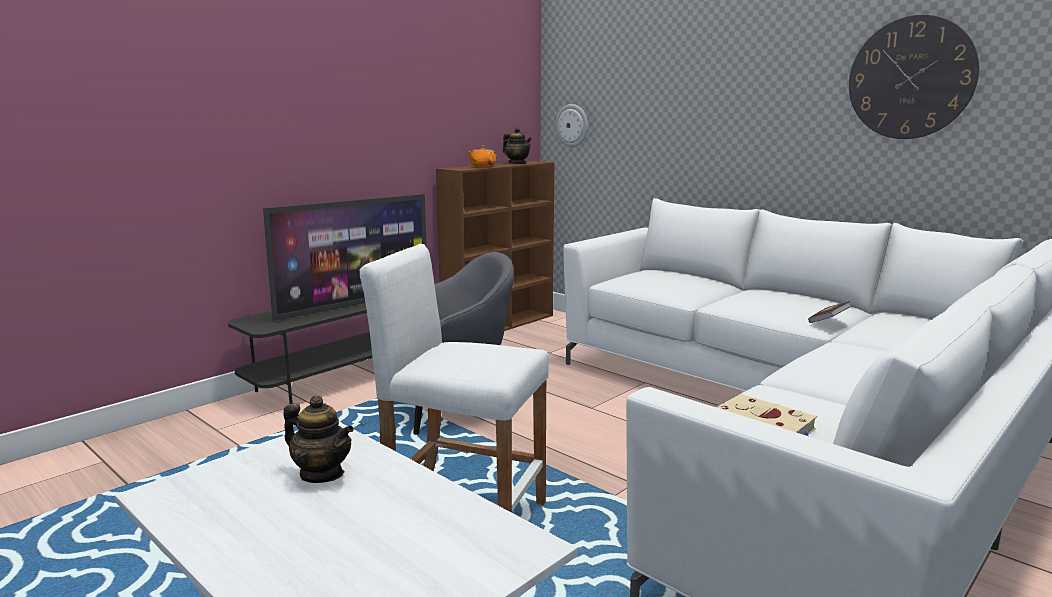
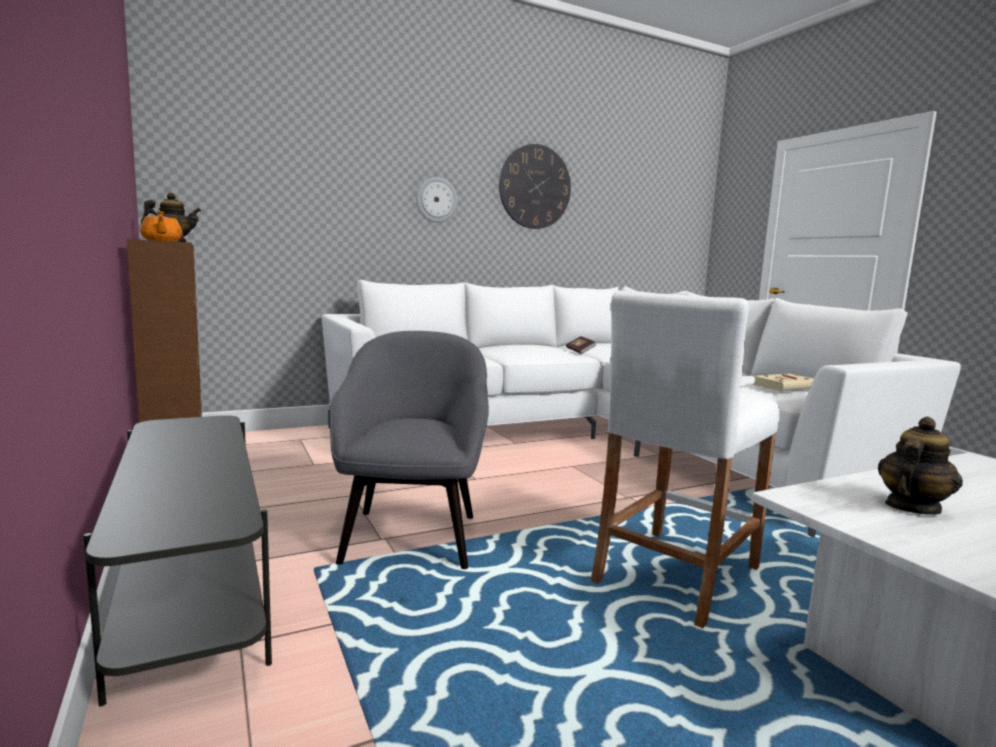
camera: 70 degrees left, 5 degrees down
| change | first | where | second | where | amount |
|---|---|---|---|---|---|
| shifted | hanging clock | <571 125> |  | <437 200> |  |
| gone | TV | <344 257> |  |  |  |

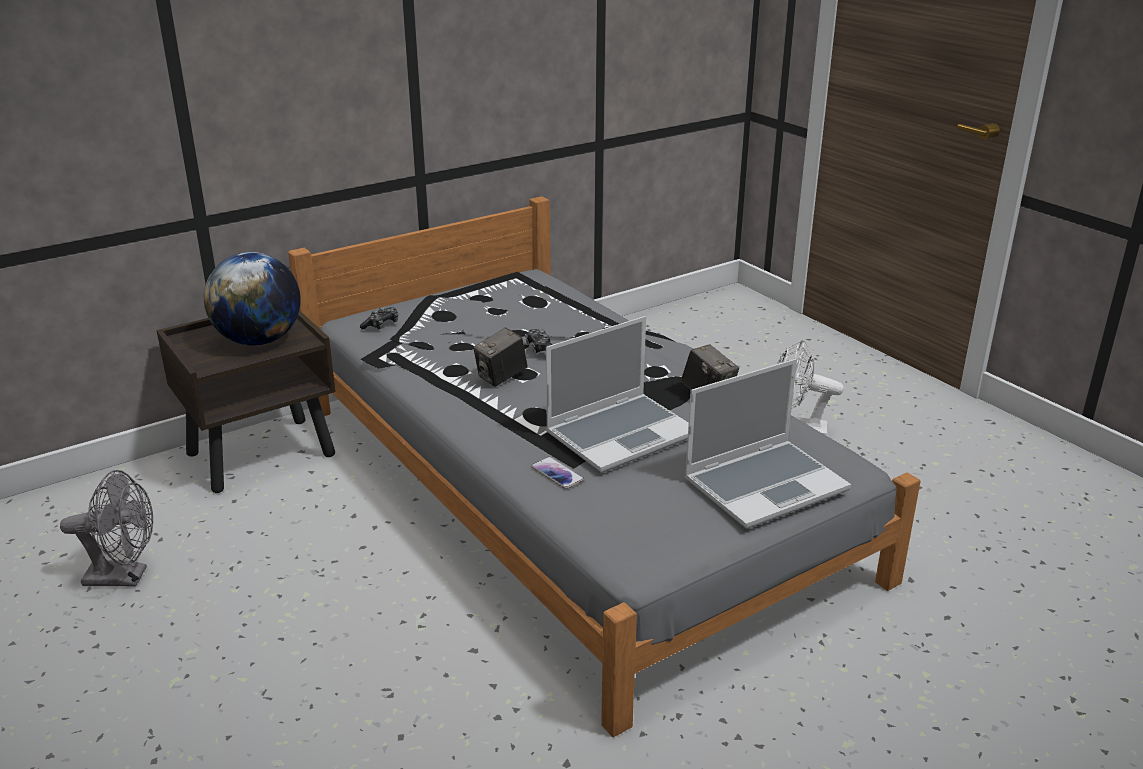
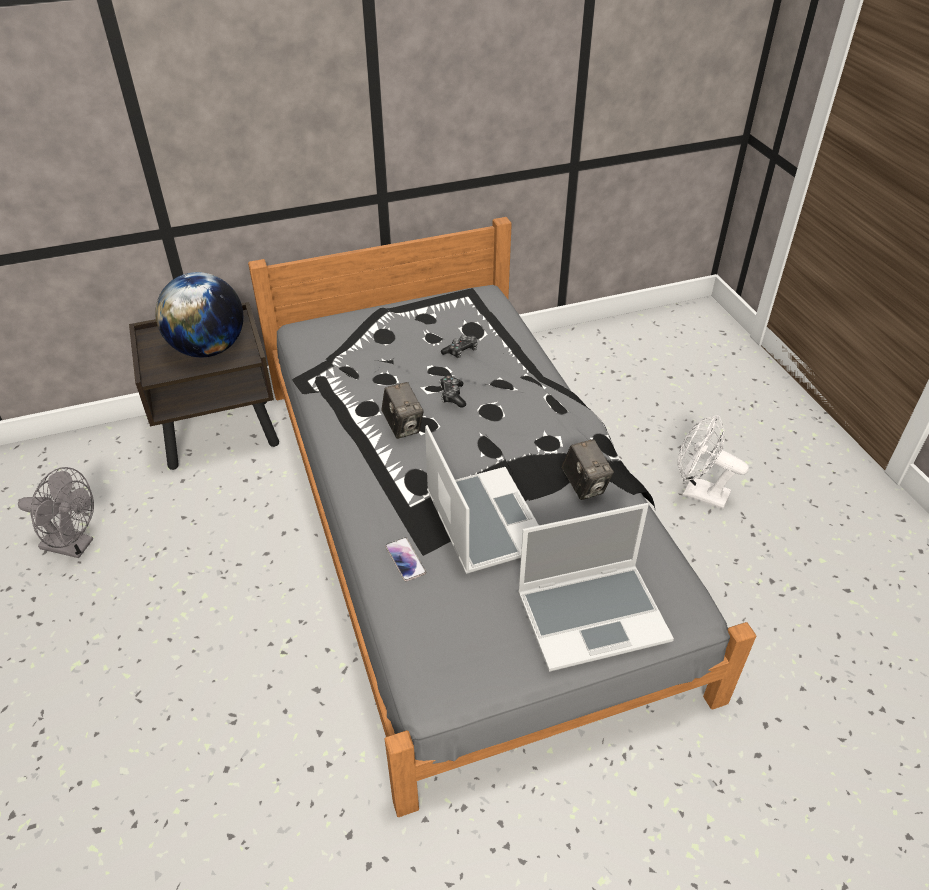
camera: 15 degrees right, 15 degrees up
| change | first | where | second | where | amount |
|---|---|---|---|---|---|
| rotated | still camera | <500 357> |  | <402 410> | 90 degrees counterclockwise |
| rotated | laptop | <617 394> |  | <482 499> | 90 degrees counterclockwise |
| shifted | joypad | <379 318> |  | <459 346> |  |

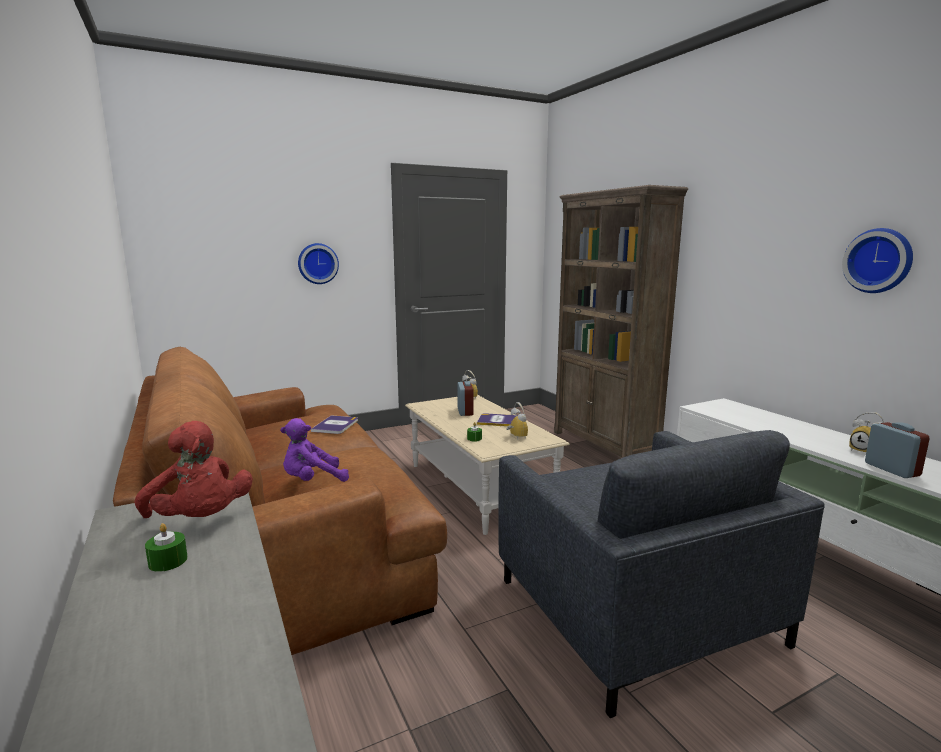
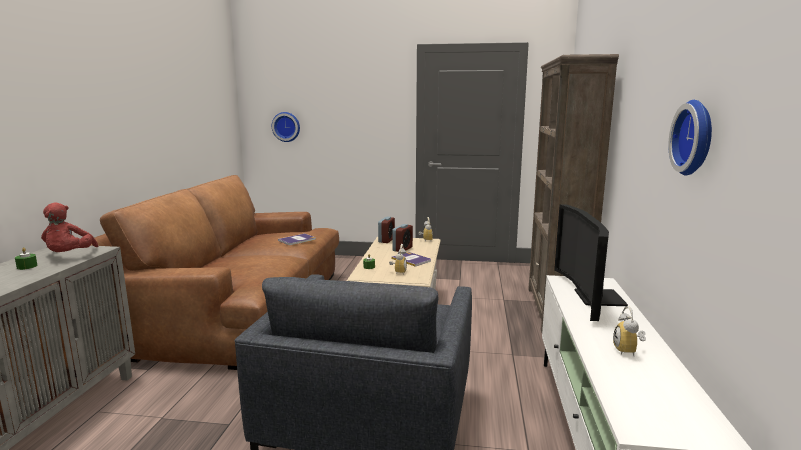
camera: 35 degrees right, 0 degrees up
| change | first | where | second | where | amount |
|---|---|---|---|---|---|
| shifted | hanging clock | <318 263> |  | <286 127> |  |
| shifted | bedside clock | <897 450> |  | <386 230> |  |
| new |  |  | TV | <591 262> |  |
| gone | plush toy/purple | <314 450> |  |  |  |

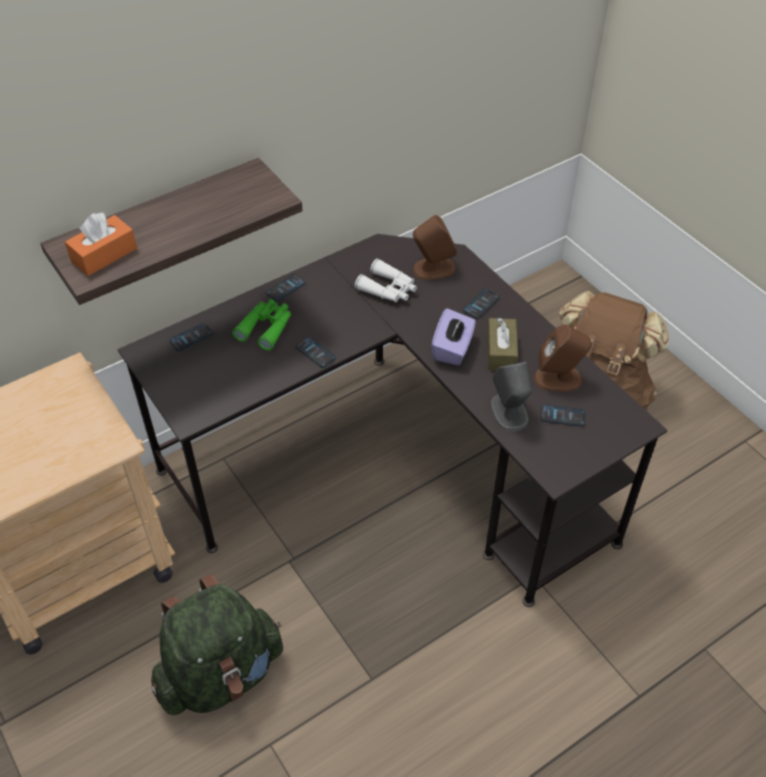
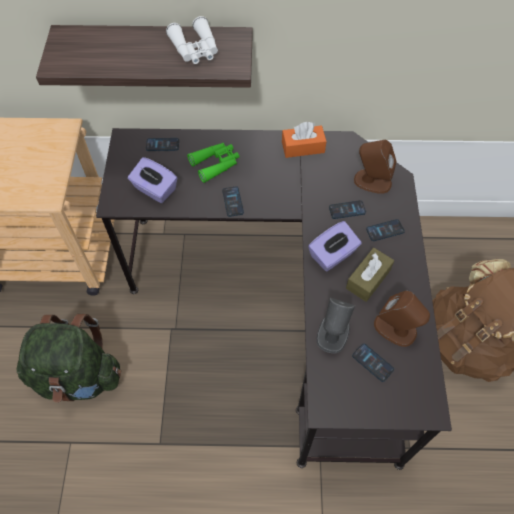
camera: 35 degrees right, 10 degrees up
| change | first | where | second | where | amount |
|---|---|---|---|---|---|
| new |  |  | tissue holder/purple | <153 180> |  |
| shifted | pair of binoculars/white | <386 280> |  | <192 40> |  |
| shifted | tissue holder/orange | <101 244> |  | <304 140> |  |
| shifted | telephone | <285 288> |  | <347 209> |  |

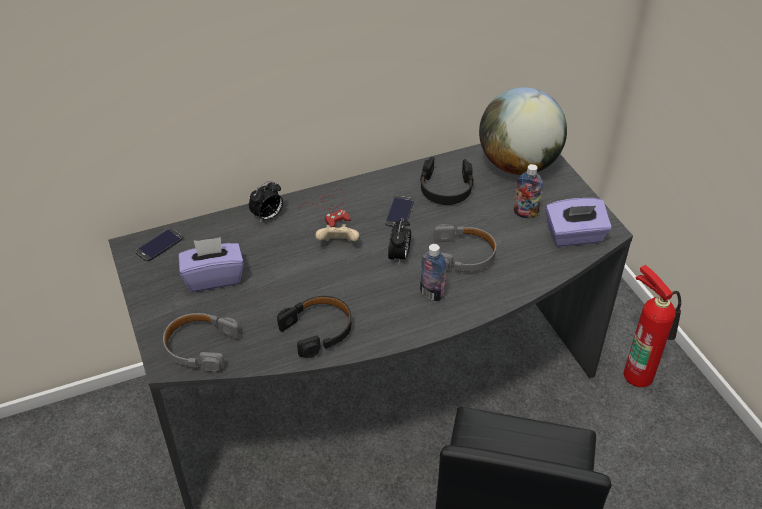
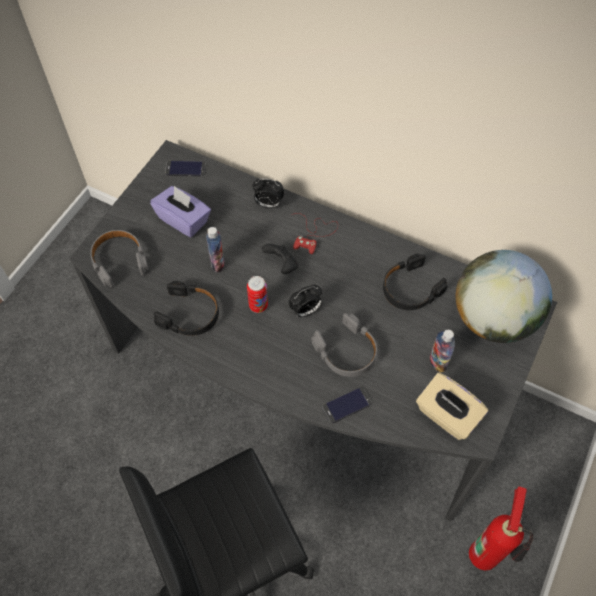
camera: 50 degrees right, 15 degrees up
| change | first | where | second | where | amount |
|---|---|---|---|---|---|
| shifted | drink bottle | <433 272> |  | <215 249> |  |
| new |  |  | metal can | <257 294> |  |
| repainted | joypad/beige-coloured | <337 233> | joypad/black | <280 259> |  |
| shifted | telephone | <399 212> |  | <346 405> |  |
| repainted | tissue holder/purple | <579 222> | tissue holder/beige-coloured | <452 406> |  |

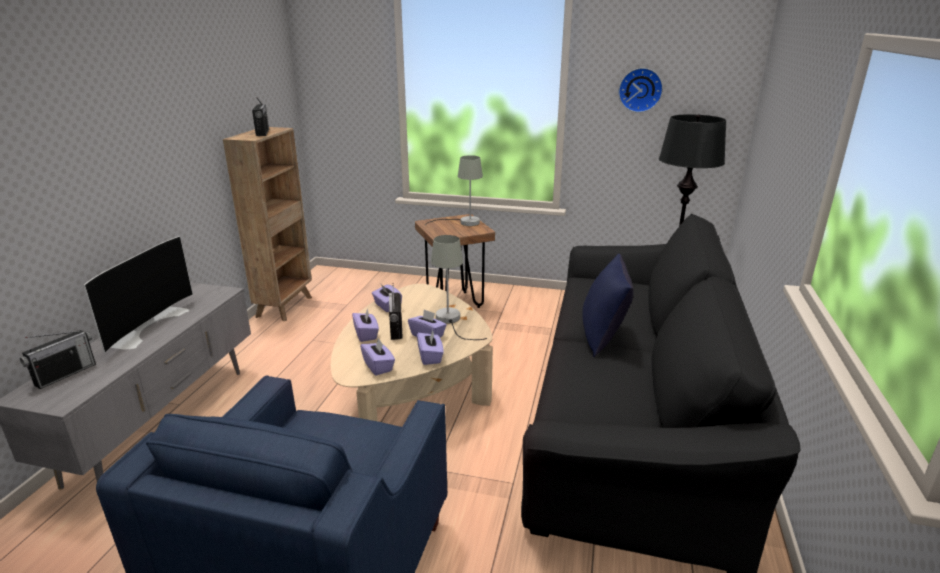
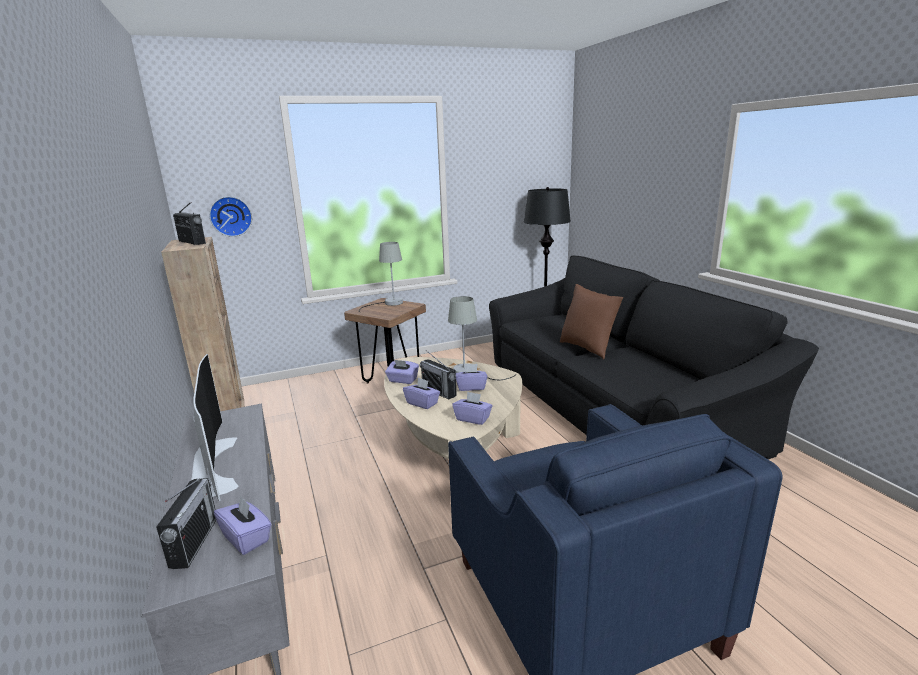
camera: 35 degrees left, 5 degrees down
| change | first | where | second | where | amount |
|---|---|---|---|---|---|
| shifted | hanging clock | <640 90> |  | <230 217> |  |
| shifted | tissue holder/purple | <430 347> |  | <243 525> |  |
| repainted | cushion/bluish | <608 305> | cushion/brownish | <591 322> |  |

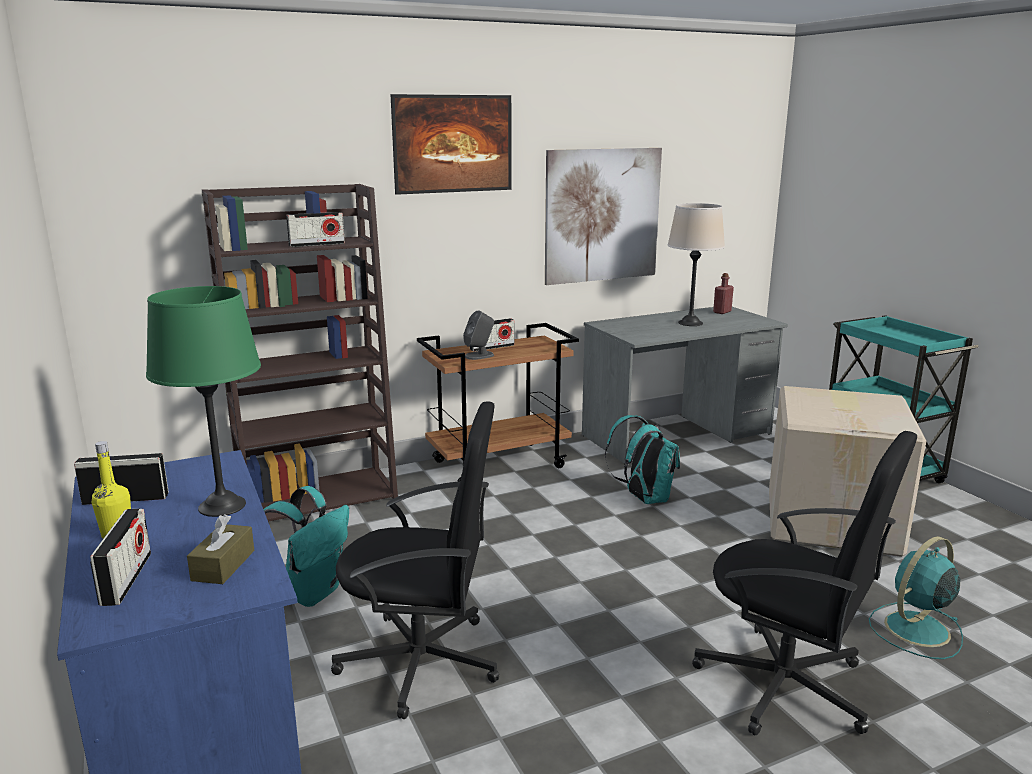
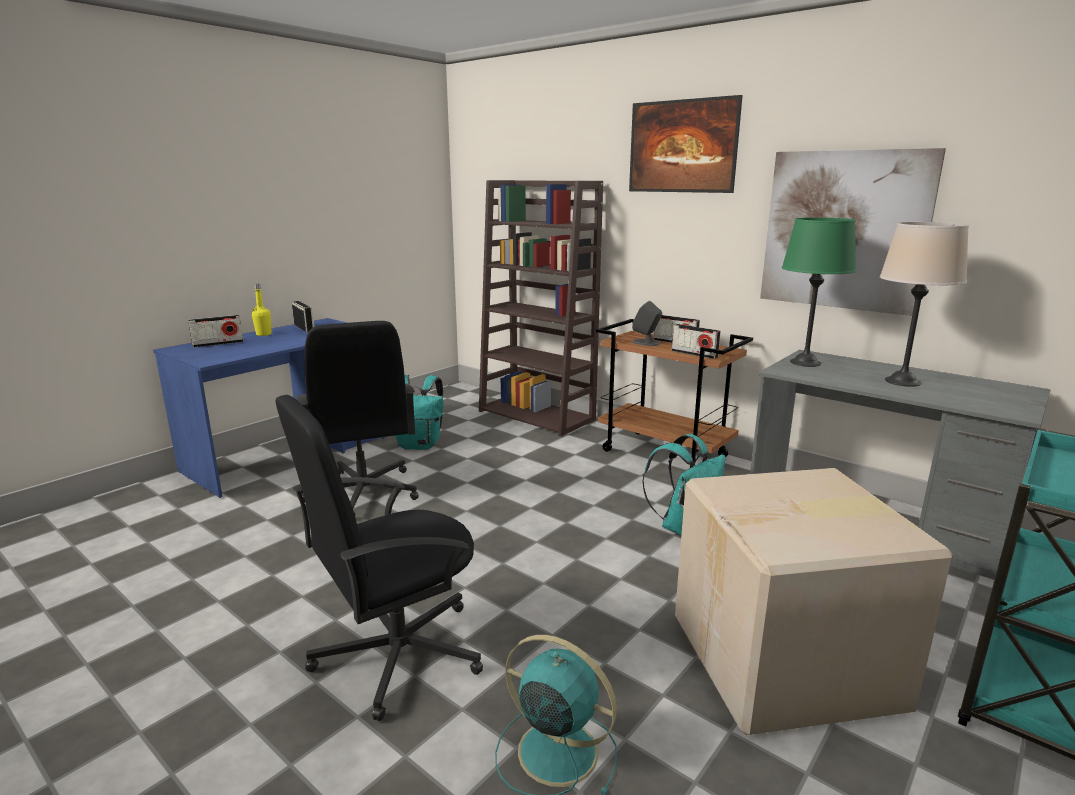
camera: 65 degrees right, 0 degrees up
| change | first | where | second | where | amount |
|---|---|---|---|---|---|
| rotated | desk chair/black | <804 583> |  | <379 558> | 45 degrees clockwise |
| shifted | radio | <315 229> |  | <696 341> |  |
| shifted | lamp for a table/green | <203 401> |  | <819 292> |  |
| gone | tissue holder/brownish | <220 549> |  |  |  |
| gone | drink bottle/red | <723 293> |  |  |  |

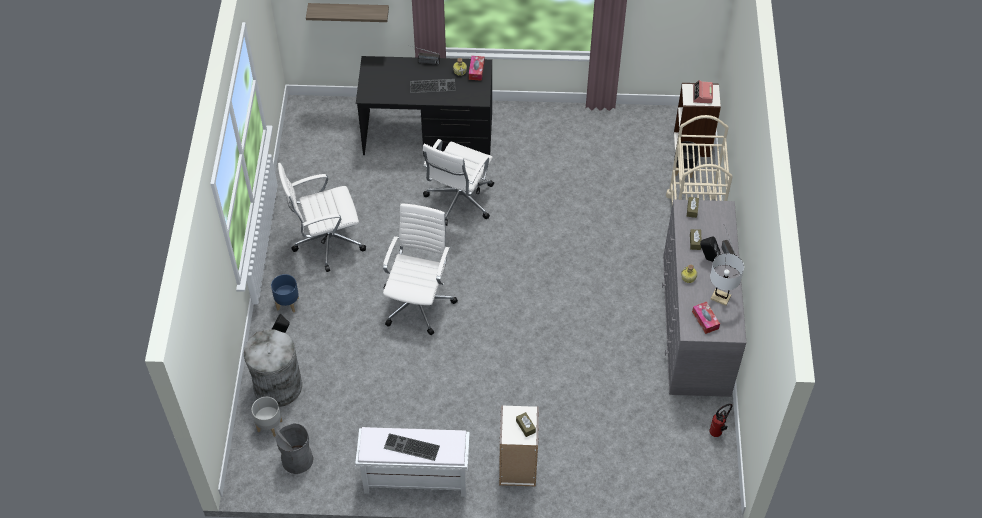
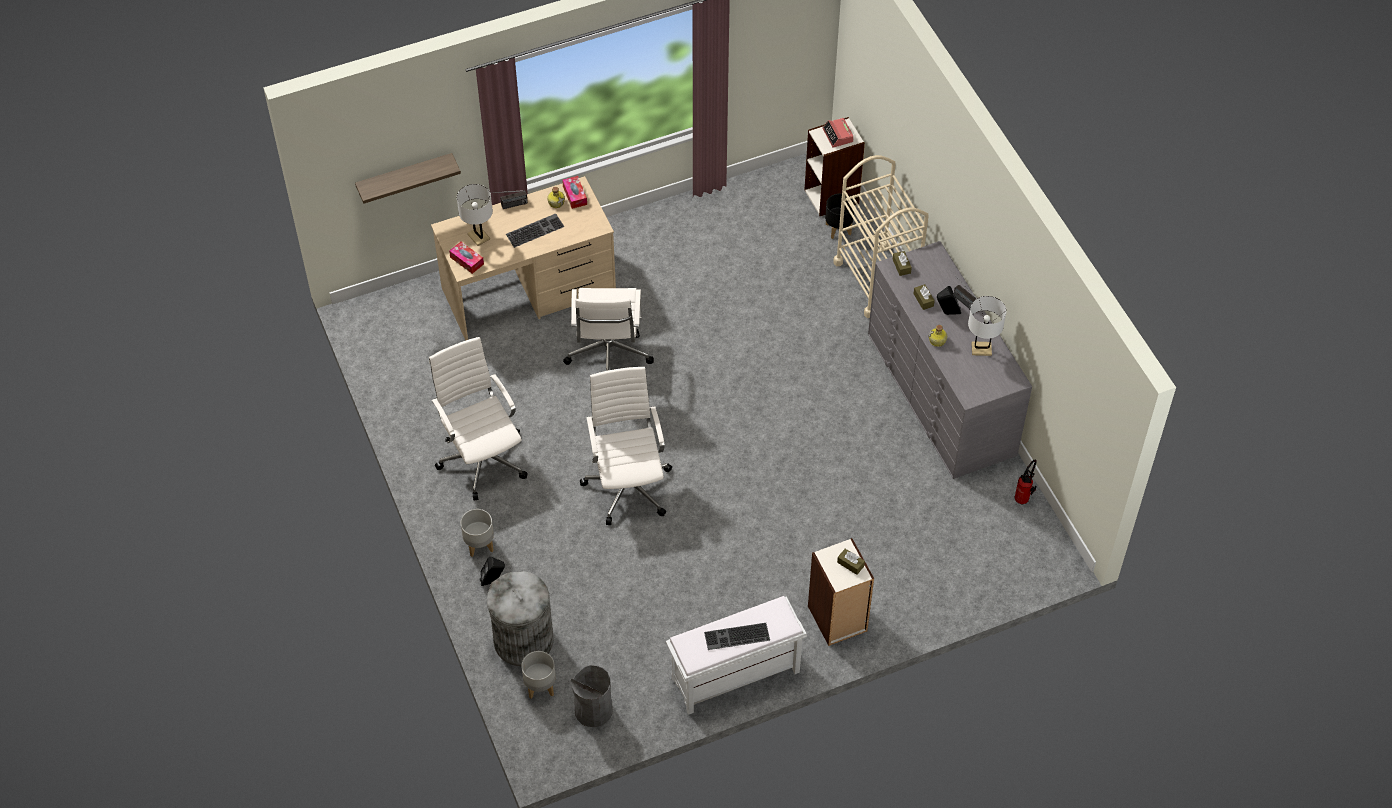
camera: 25 degrees left, 0 degrees up
| change | first | where | second | where | amount |
|---|---|---|---|---|---|
| rotated | desk chair/white | <322 217> |  | <478 419> | 105 degrees clockwise |
| repainted | desk table/black | <424 106> | desk table/beige-coloured | <523 258> |  |
| shifted | tissue holder | <706 318> |  | <466 258> |  |
| new |  |  | lamp for a table/white | <475 215> |  |
| repainted | plant pot/bluish | <285 293> | plant pot/gray | <477 533> |  |

